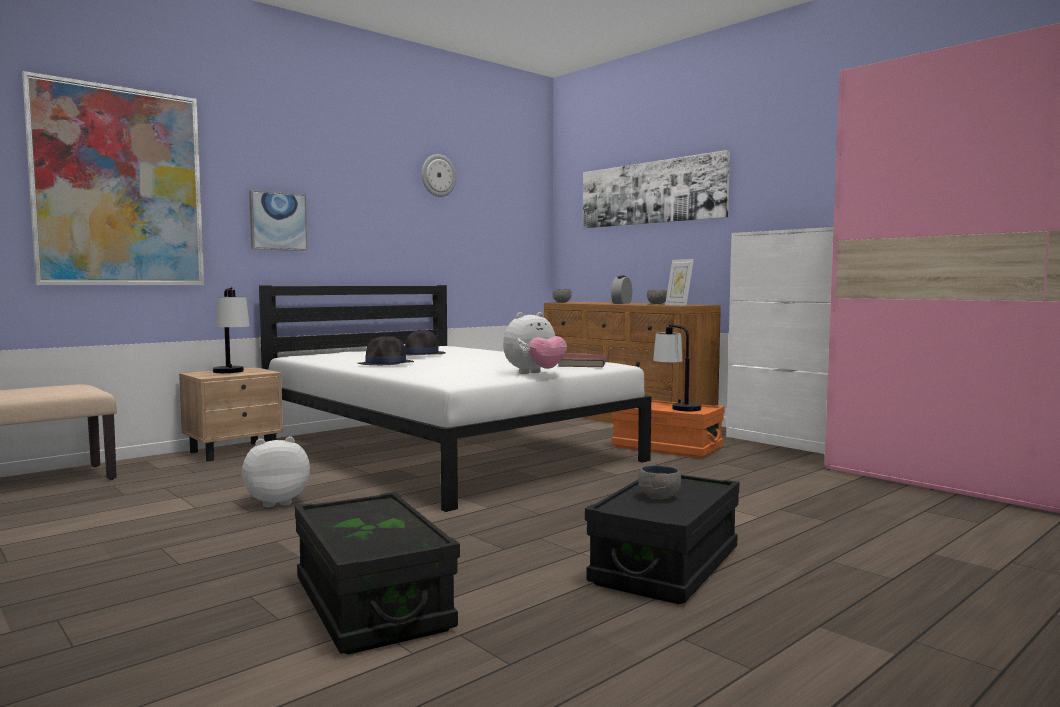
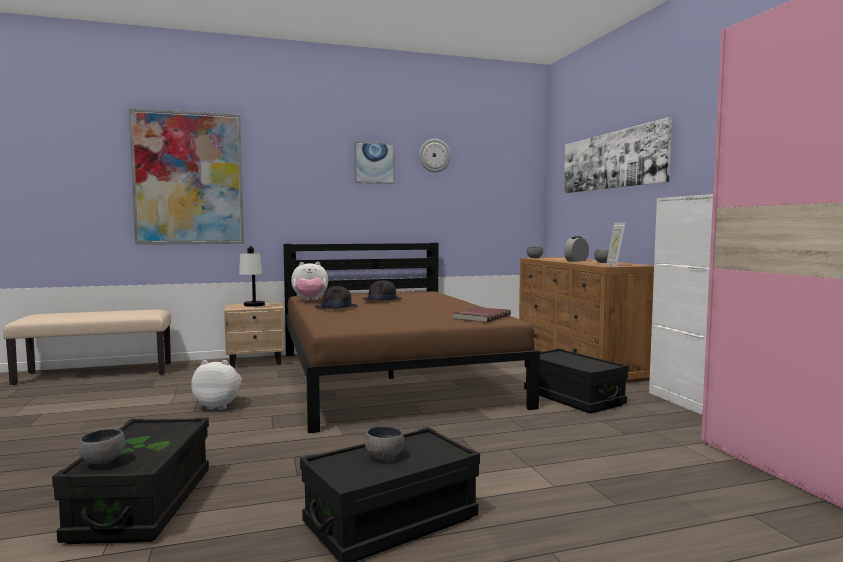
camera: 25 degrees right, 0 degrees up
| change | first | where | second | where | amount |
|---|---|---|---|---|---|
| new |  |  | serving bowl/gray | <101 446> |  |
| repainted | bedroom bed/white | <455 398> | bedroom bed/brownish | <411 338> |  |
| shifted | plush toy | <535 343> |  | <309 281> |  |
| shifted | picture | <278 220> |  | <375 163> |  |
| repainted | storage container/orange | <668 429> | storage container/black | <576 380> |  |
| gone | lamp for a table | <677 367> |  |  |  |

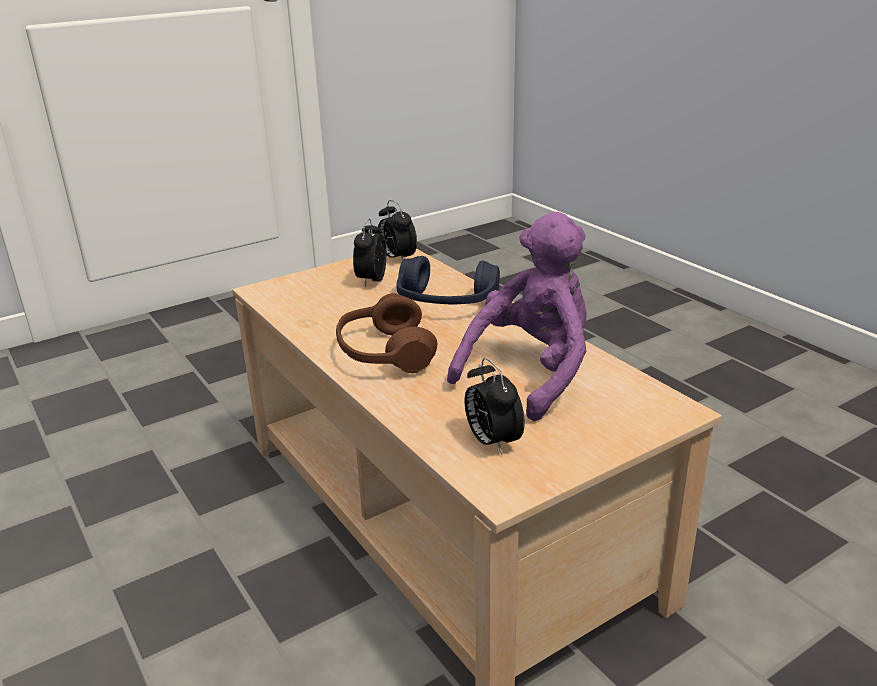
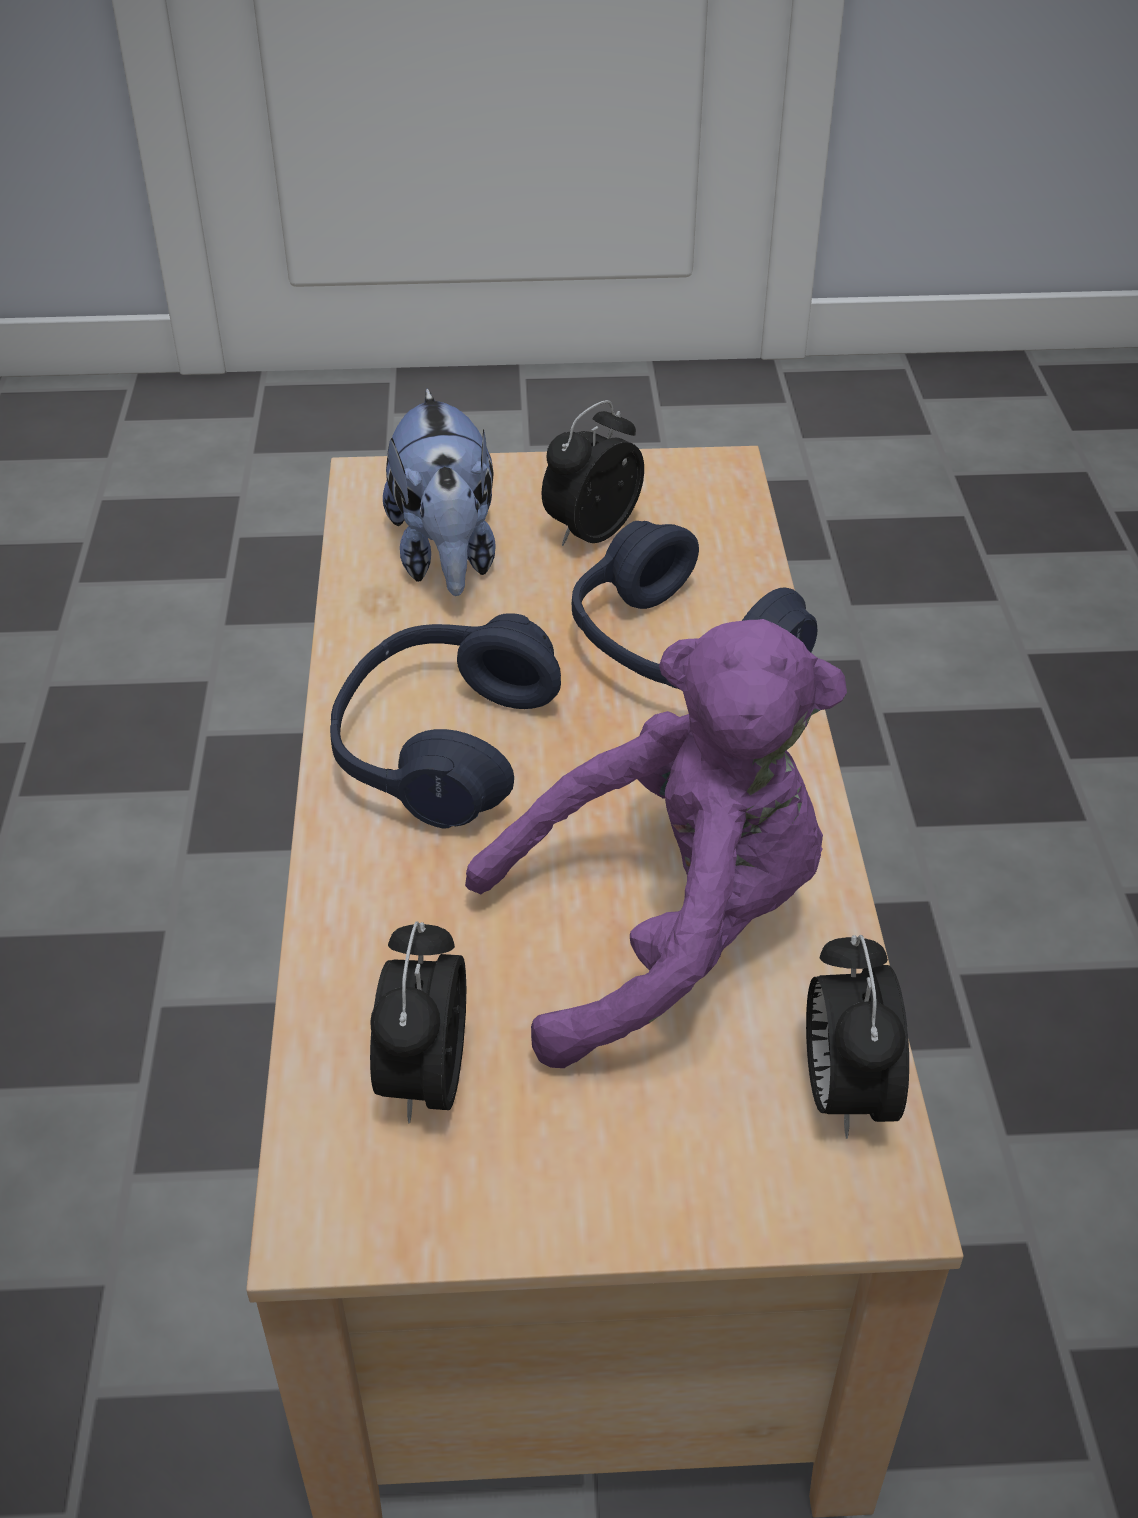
camera: 30 degrees right, 15 degrees up
| change | first | where | second | where | amount |
|---|---|---|---|---|---|
| repainted | pair of headphones/brownish | <386 333> | pair of headphones/bluish | <445 721> |  |
| new |  |  | plush toy | <439 492> |  |
| shifted | bedside clock | <397 230> |  | <857 1037> |  |

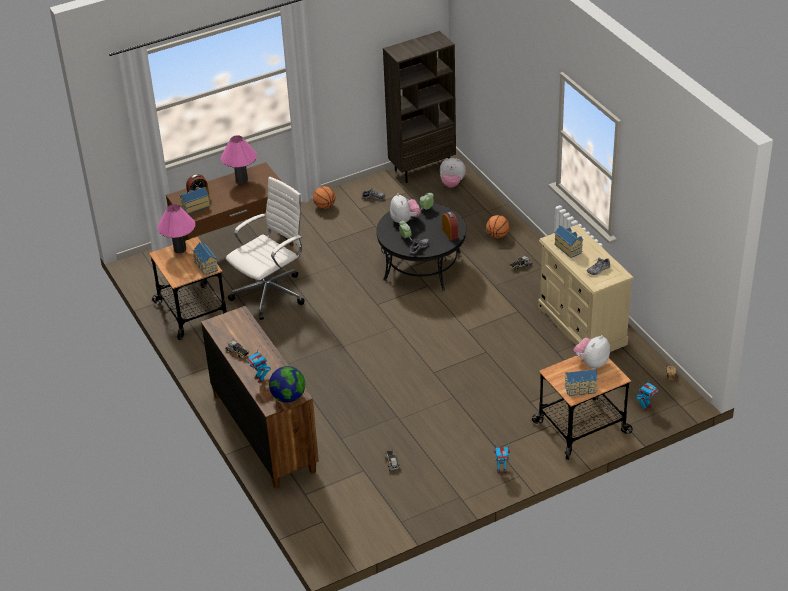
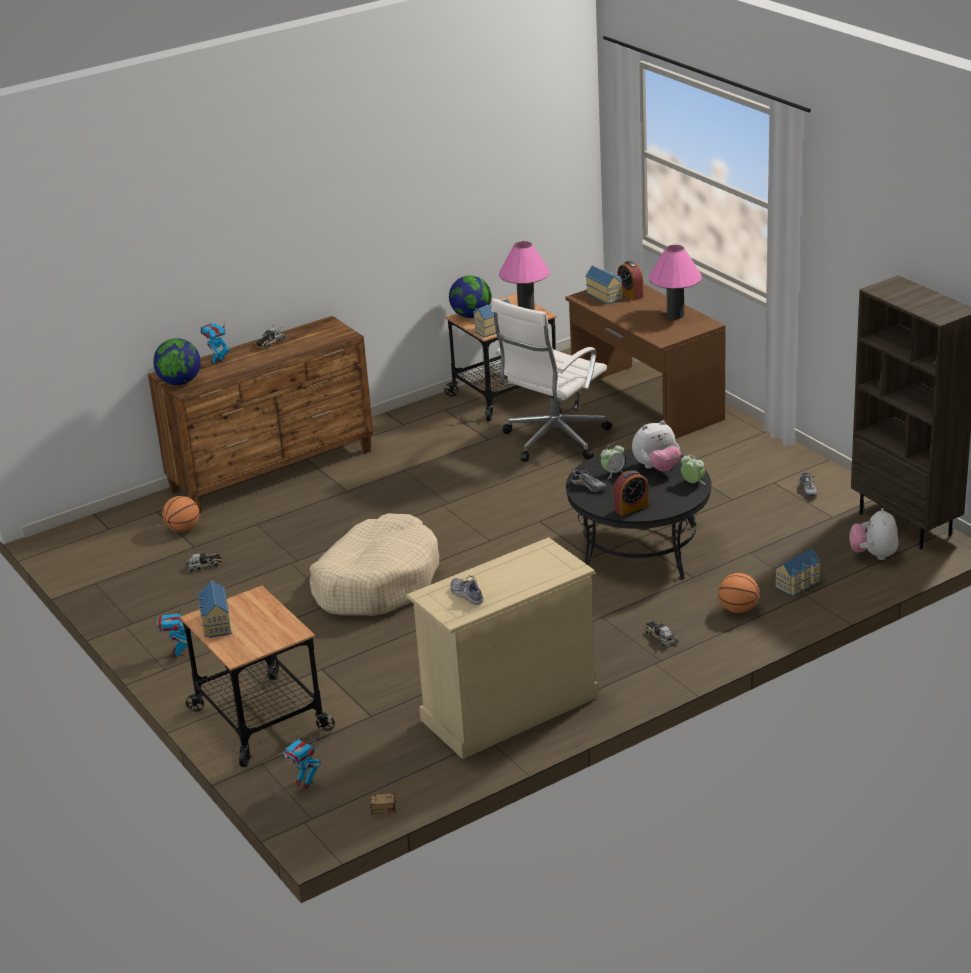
camera: 85 degrees right, 10 degrees down
| change | first | where | second | where | amount |
|---|---|---|---|---|---|
| shifted | basketball ball | <324 197> |  | <180 514> |  |
| new |  |  | dog cushion/beige-coloured | <374 564> |  |
| new |  |  | globe | <470 297> |  |
| rotated | desk chair/white | <265 248> |  | <551 380> | 90 degrees clockwise |
| shifted | toy house | <568 241> |  | <798 572> |  |
| gone | plush toy | <592 352> |  |  |  |

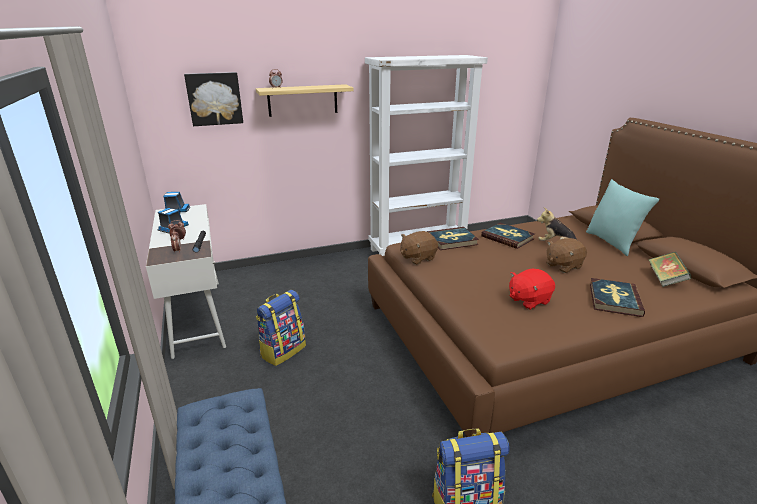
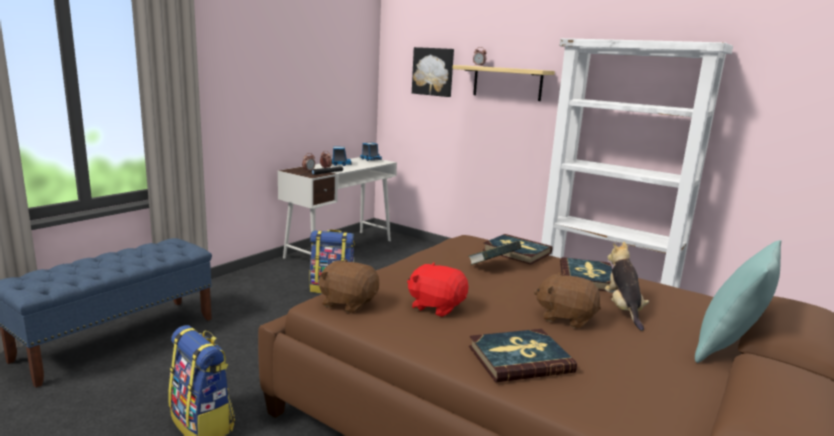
camera: 55 degrees right, 10 degrees down
| change | first | where | second | where | amount |
|---|---|---|---|---|---|
| shifted | plush toy/brownish | <419 248> |  | <349 286> |  |
| shifted | book | <670 269> |  | <495 253> |  |

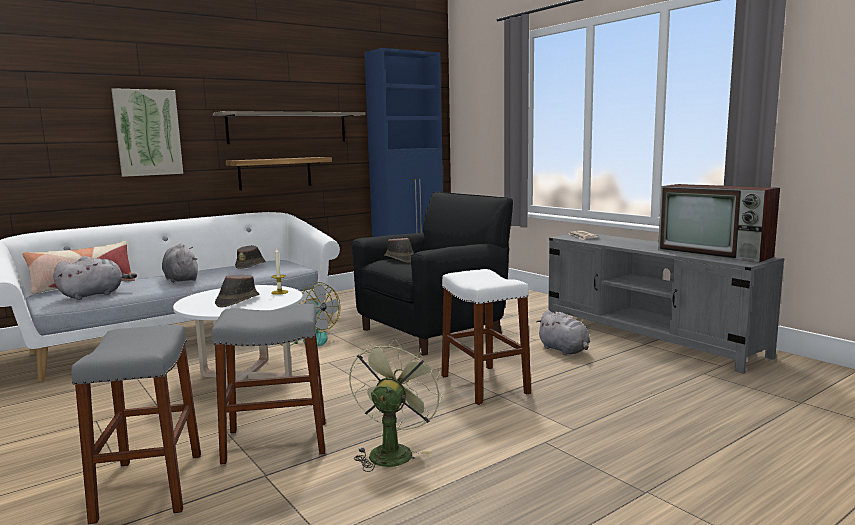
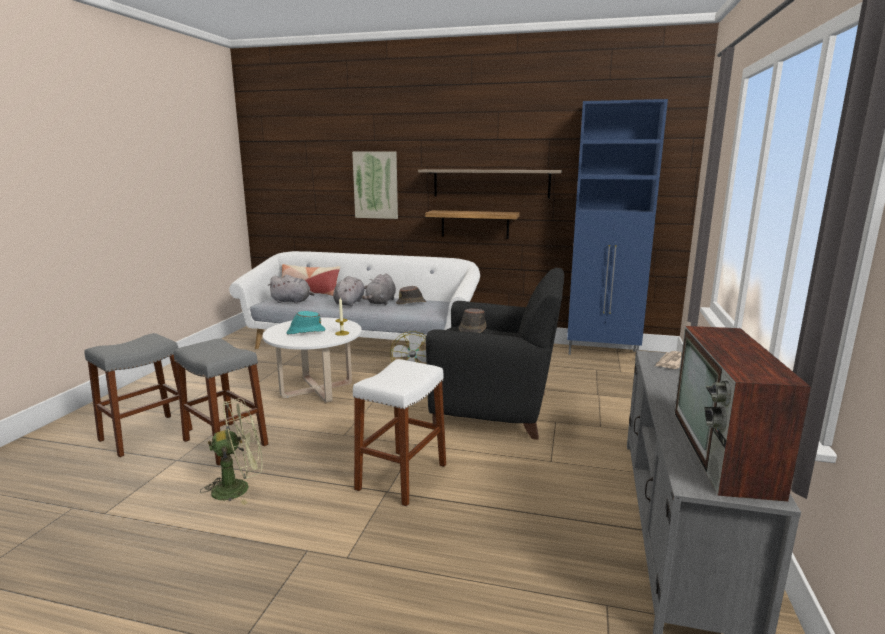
camera: 50 degrees right, 5 degrees up
| change | first | where | second | where | amount |
|---|---|---|---|---|---|
| repainted | wearable hat/brownish | <237 290> | wearable hat/blue-green | <306 322> |  |
| shifted | plush toy/gray | <563 332> |  | <379 289> |  |

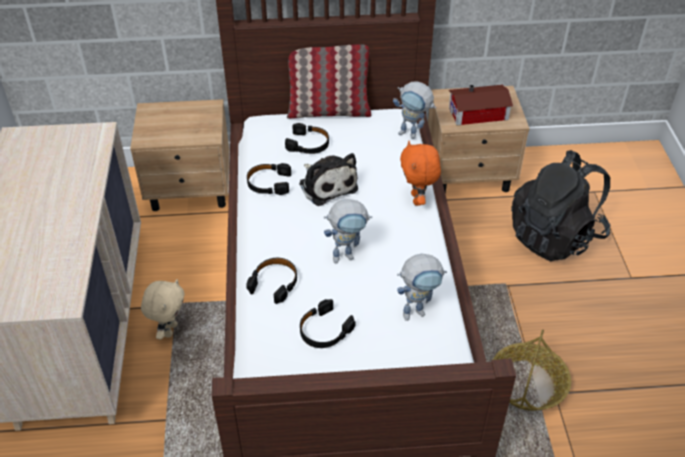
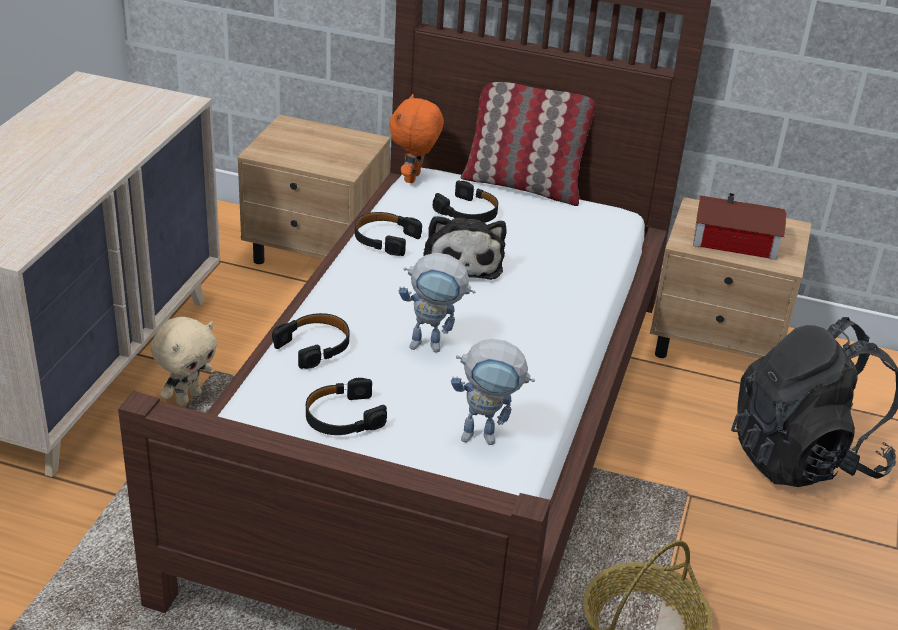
camera: 20 degrees right, 10 degrees down
| change | first | where | second | where | amount |
|---|---|---|---|---|---|
| shifted | plush toy/orange | <420 173> |  | <416 138> |  |
| gone | robot figure | <414 110> |  |  |  |

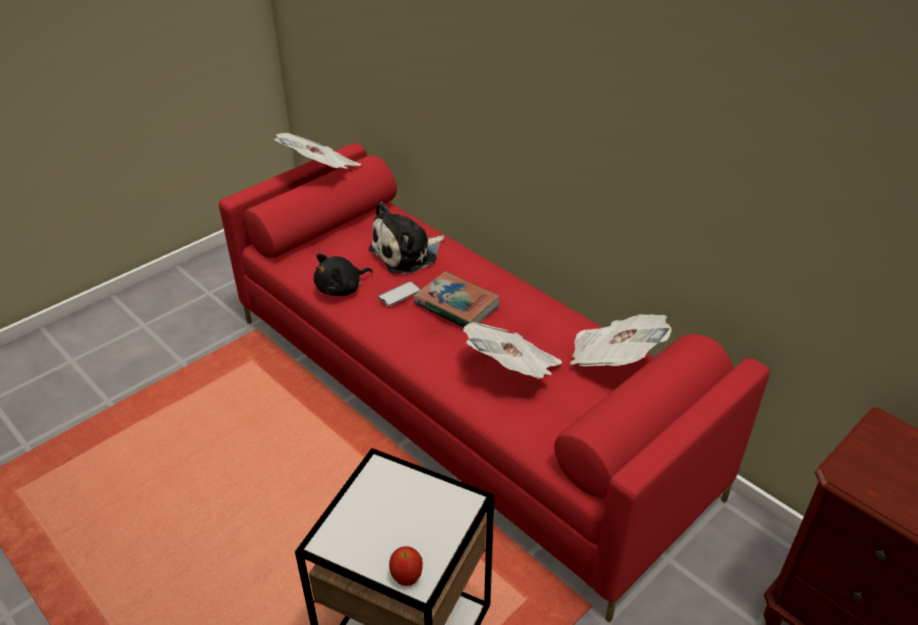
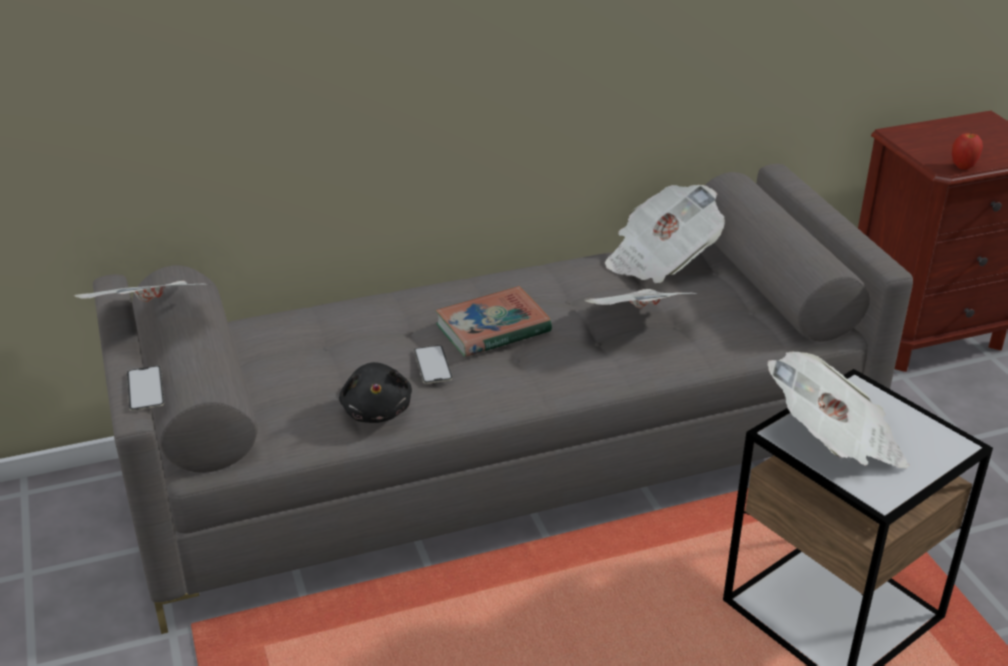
camera: 65 degrees left, 5 degrees down
| change | first | where | second | where | amount |
|---|---|---|---|---|---|
| repainted | couch/red | <494 383> | couch/gray | <503 399> |  |
| new |  |  | telephone | <146 388> |  |
| new |  |  | daily paper | <838 410> |  |
| shifted | apple fruit | <406 566> |  | <967 151> |  |
| gone | plush toy | <407 238> |  |  |  |

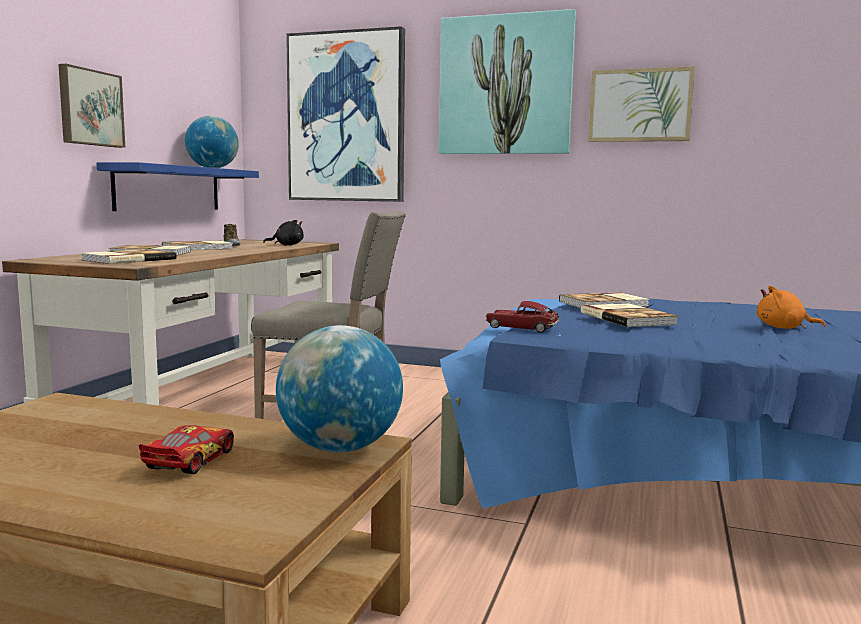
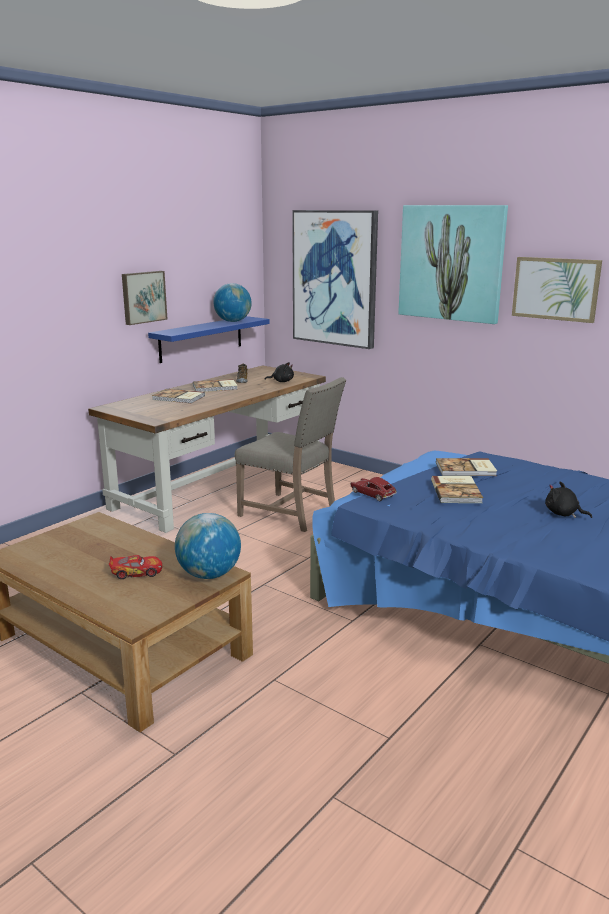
camera: 20 degrees right, 10 degrees up
| change | first | where | second | where | amount |
|---|---|---|---|---|---|
| rotated | model car | <186 449> |  | <135 567> | 45 degrees clockwise |
| repainted | plush toy/orange | <791 307> | plush toy/black | <568 499> |  |
| gone | book | <129 256> |  |  |  |

